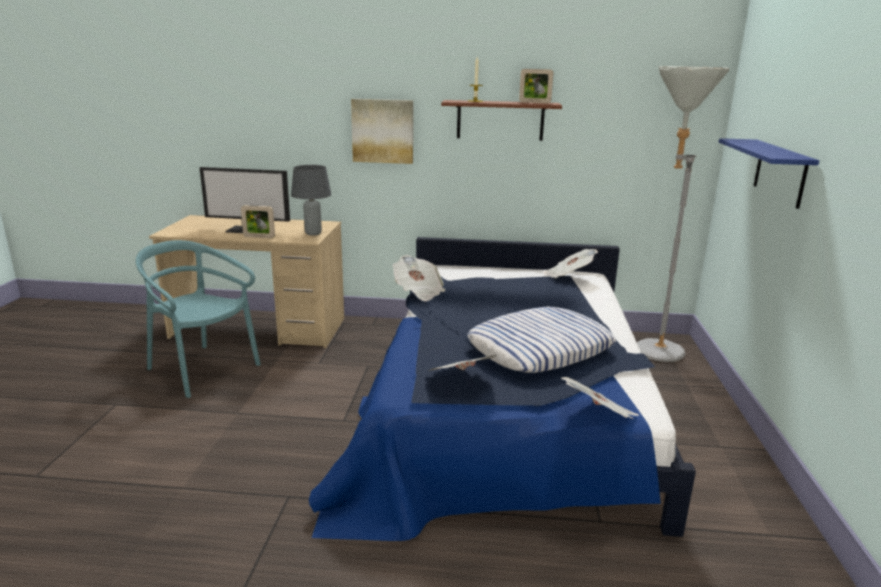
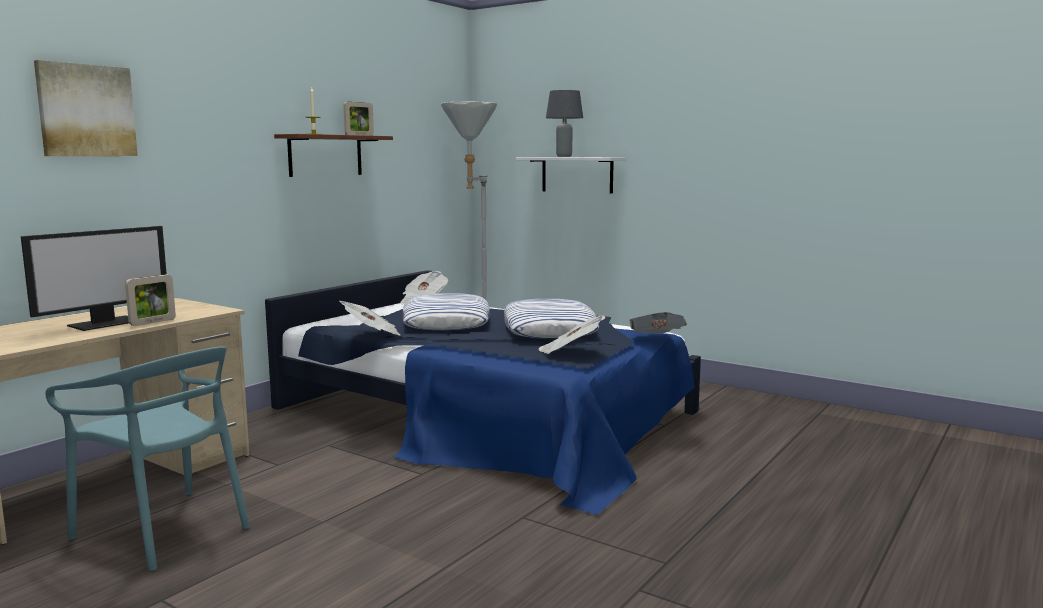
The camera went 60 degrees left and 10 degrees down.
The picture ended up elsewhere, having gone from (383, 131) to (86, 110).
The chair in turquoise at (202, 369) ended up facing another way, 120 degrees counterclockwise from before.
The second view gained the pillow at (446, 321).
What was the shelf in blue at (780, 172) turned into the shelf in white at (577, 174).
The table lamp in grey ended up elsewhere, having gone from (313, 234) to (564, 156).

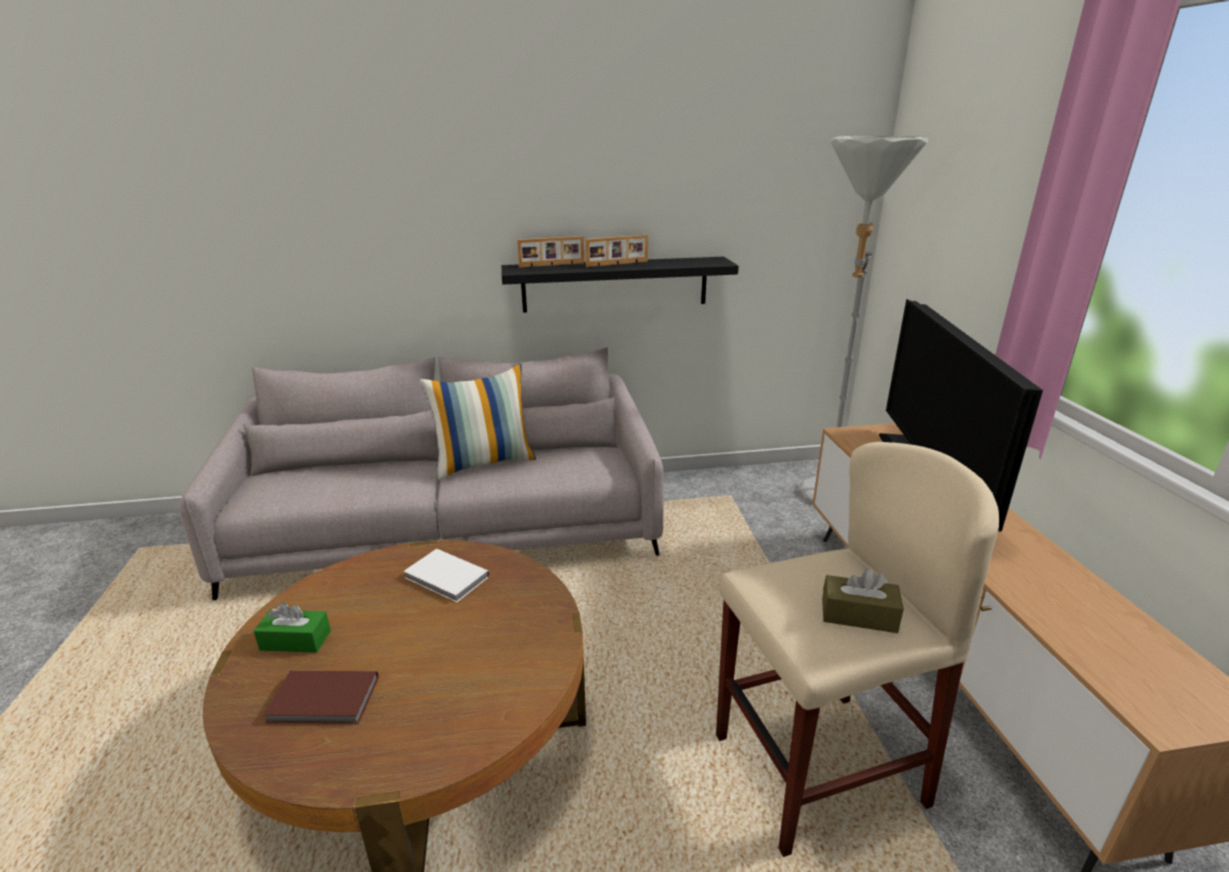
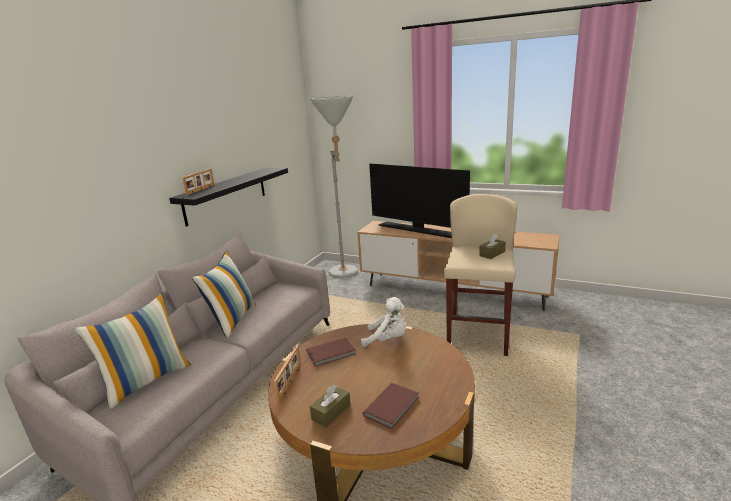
The camera went 55 degrees left and 5 degrees down.
The second view gained the pillow at (147, 380).
The picture frame ended up elsewhere, having gone from (617, 264) to (290, 382).
What was the book in white at (446, 578) turned into the book in brown at (332, 353).
What was the tissue box in green at (295, 640) turned into the tissue box in brown at (331, 412).
The second view gained the plush toy in white at (387, 340).

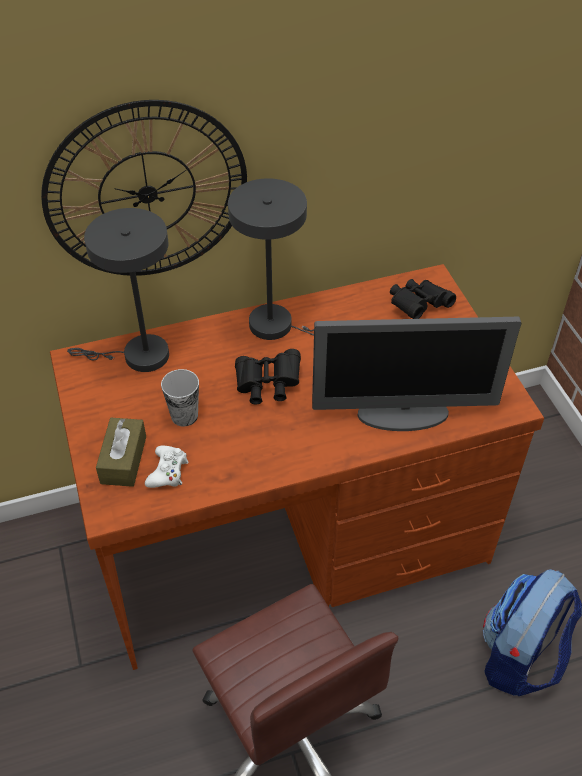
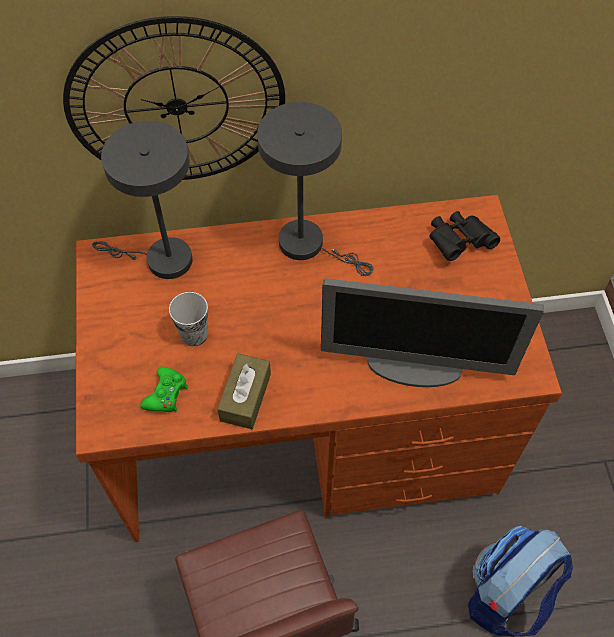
The camera went 10 degrees right and 10 degrees up.
What was the game controller in white at (168, 471) turned into the game controller in green at (166, 394).
The tissue box in brown ended up elsewhere, having gone from (123, 460) to (245, 397).
The second view lost the binoculars in black at (267, 385).

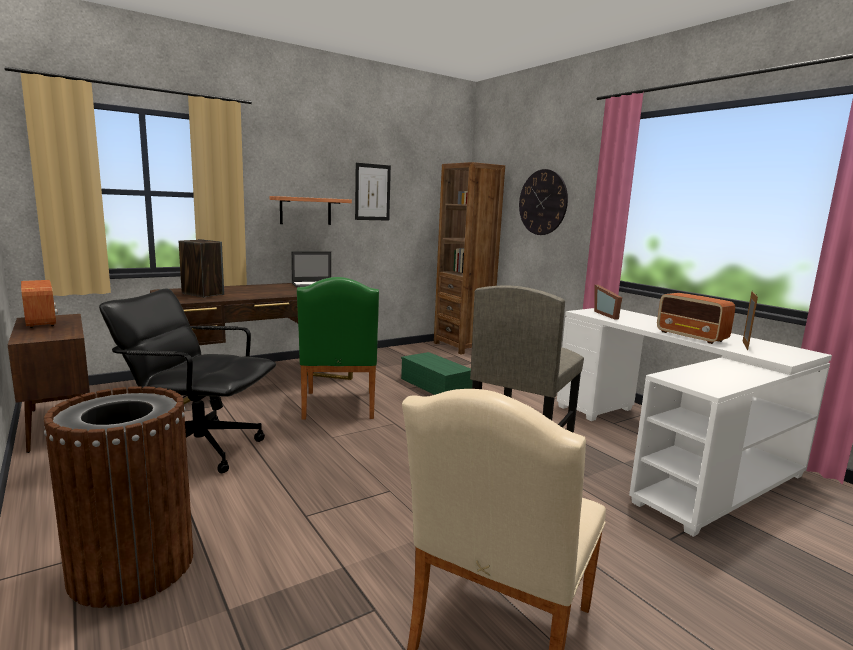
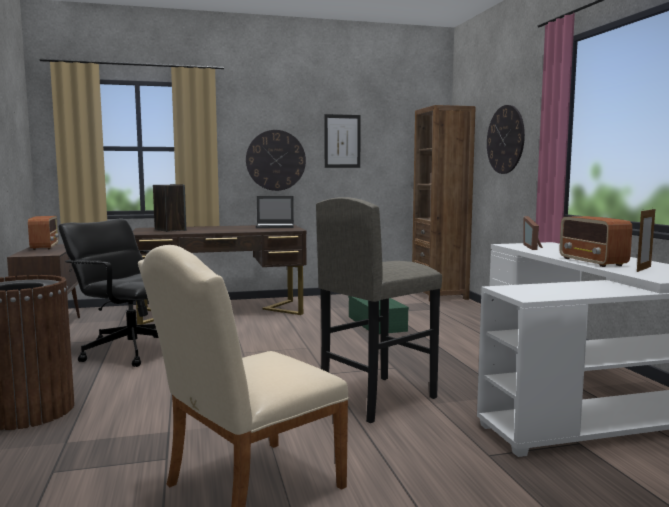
The camera went 20 degrees right and 5 degrees down.
Where the shelf hung at (305, 211), the wall clock came to hang at (275, 160).
The second view lost the chair in green at (338, 407).

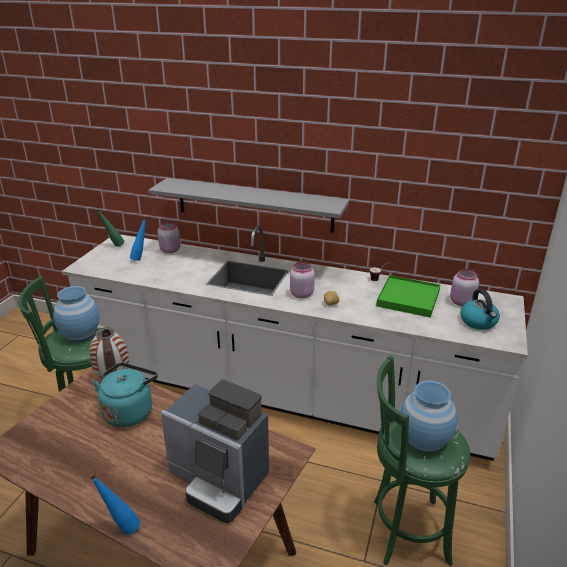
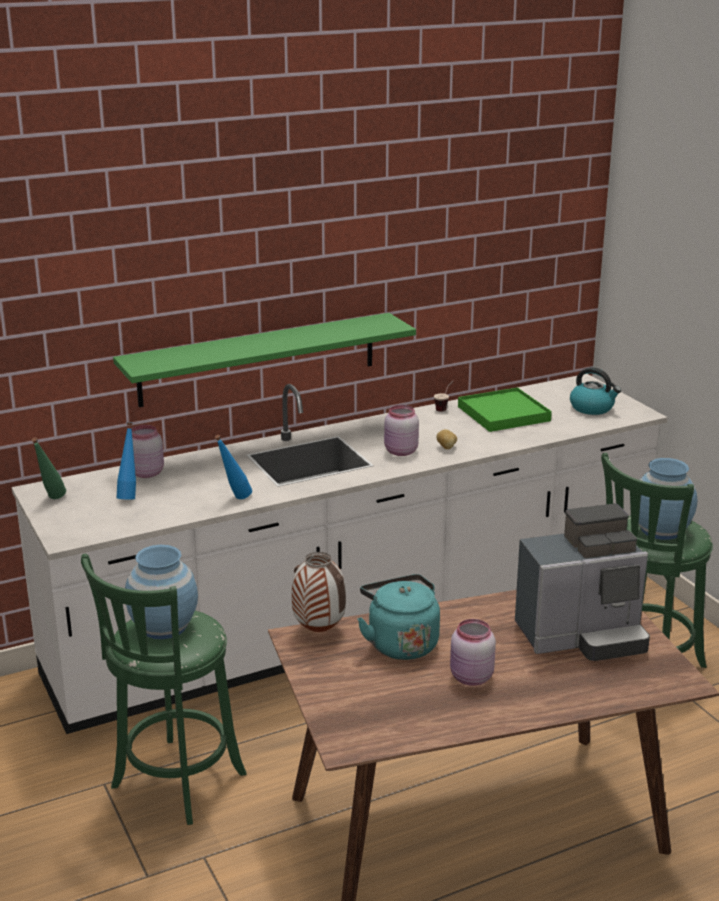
The camera went 45 degrees left and 5 degrees down.
What was the shelf in grey at (254, 204) turned into the shelf in green at (258, 359).
The bottle in blue ended up elsewhere, having gone from (121, 528) to (234, 499).
The jar in pink ended up elsewhere, having gone from (461, 302) to (470, 678).

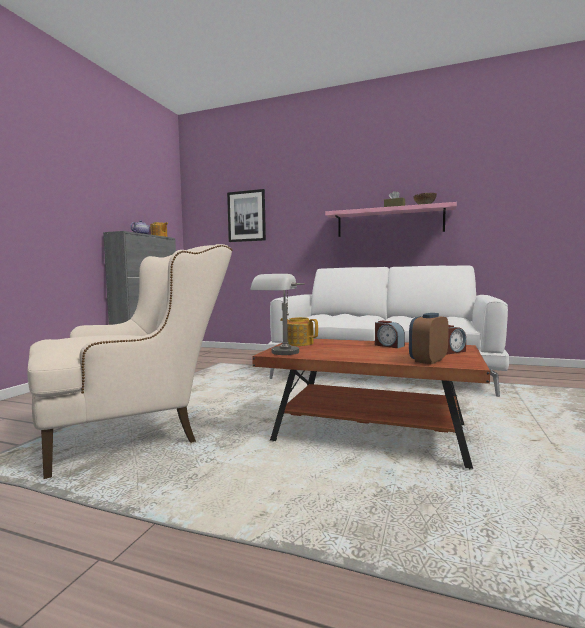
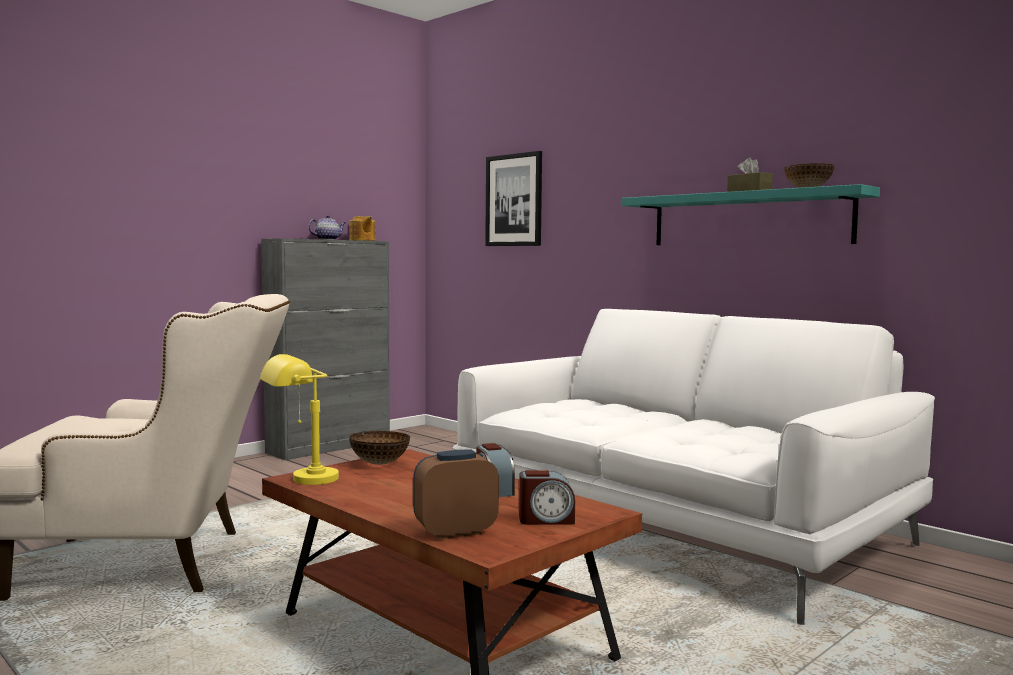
The camera went 25 degrees right and 0 degrees up.
What was the table lamp in grey at (280, 354) turned into the table lamp in yellow at (300, 481).
Where the teapot stood at (299, 343), the bowl came to stand at (380, 463).
What was the shelf in pink at (389, 222) turned into the shelf in turquoise at (748, 219).

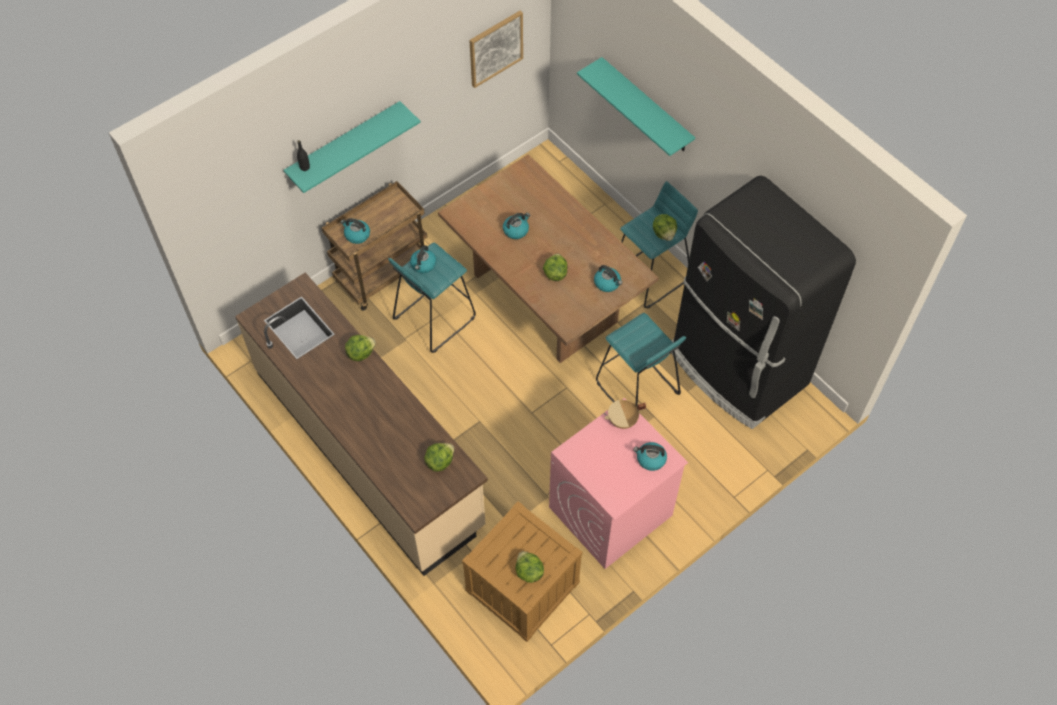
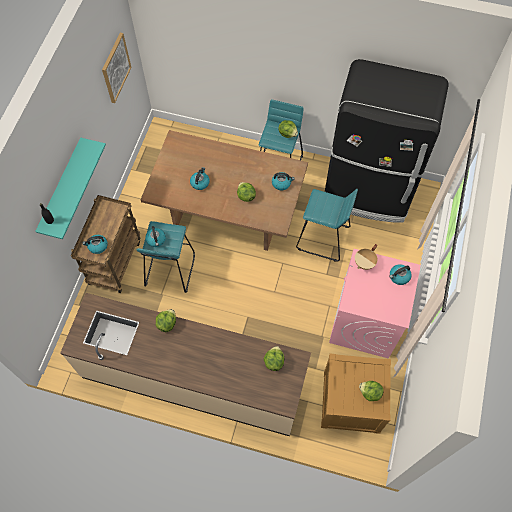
The camera went 35 degrees left and 5 degrees up.
The second view lost the shelf in turquoise at (646, 106).

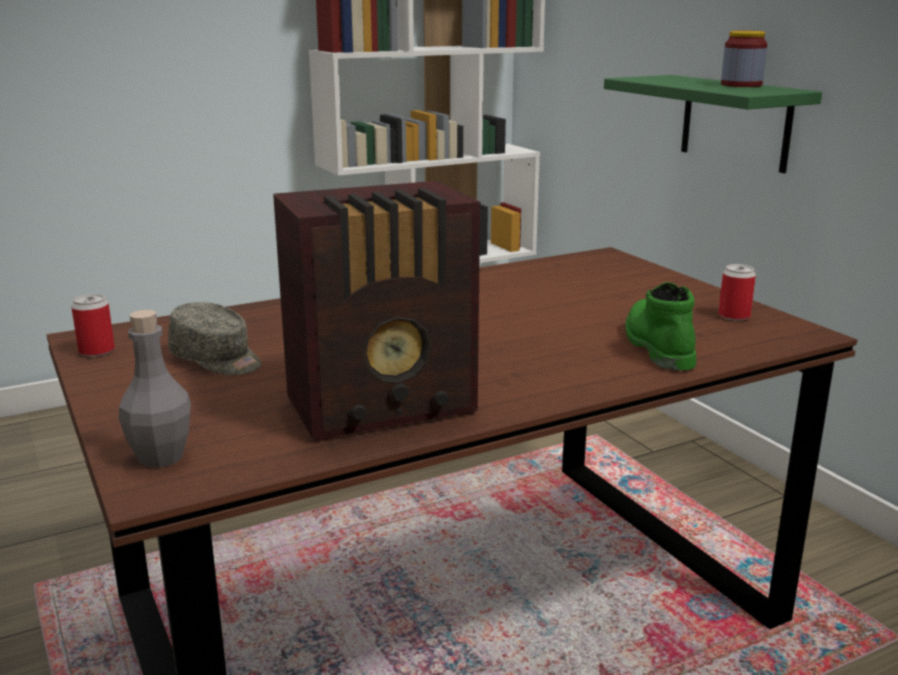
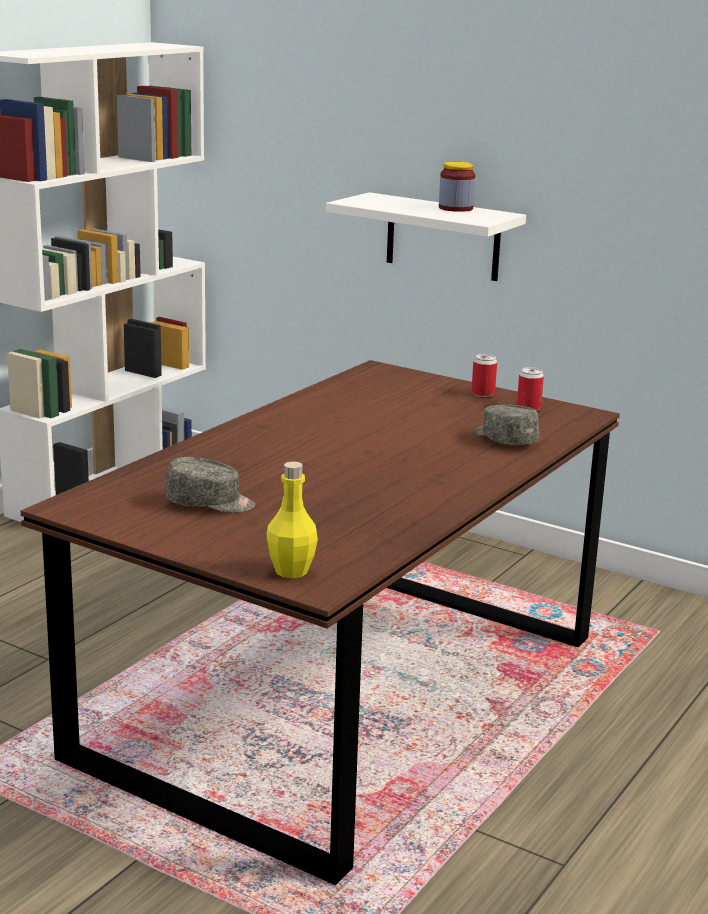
The camera went 30 degrees left and 0 degrees up.
What was the bottle in grey at (161, 457) turned into the bottle in yellow at (291, 571).
What was the shelf in green at (735, 122) turned into the shelf in white at (443, 237).
The can ended up elsewhere, having gone from (97, 351) to (483, 393).
Where the boot in green stood at (656, 346), the cap in grey came to stand at (504, 439).
The second view lost the radio at (386, 407).

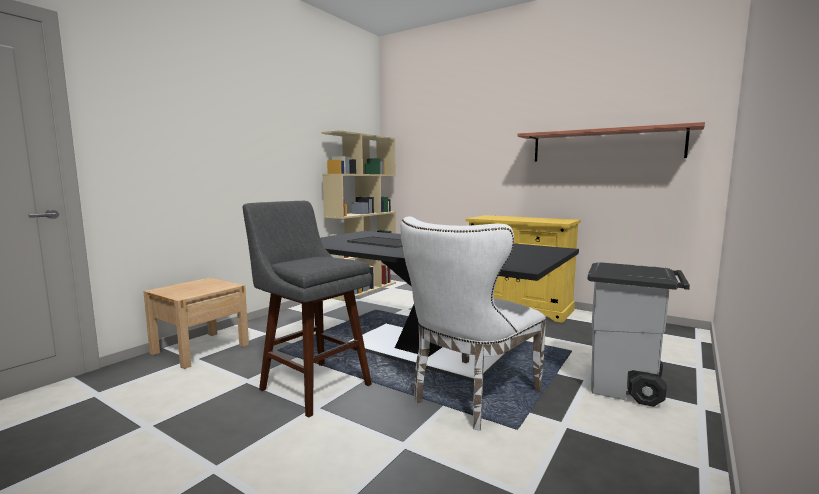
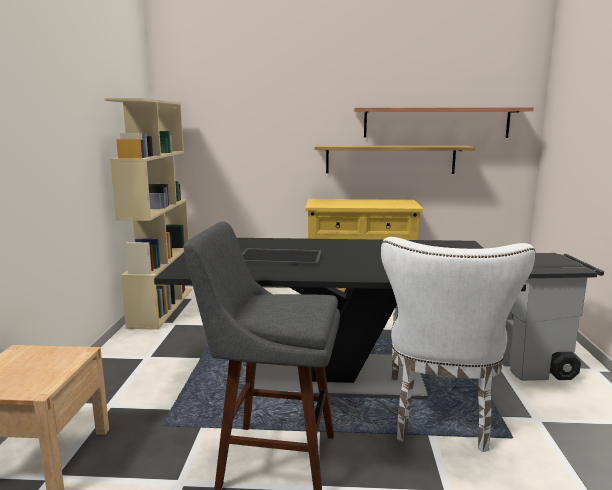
The camera went 30 degrees left and 5 degrees up.
The second view gained the shelf at (390, 159).

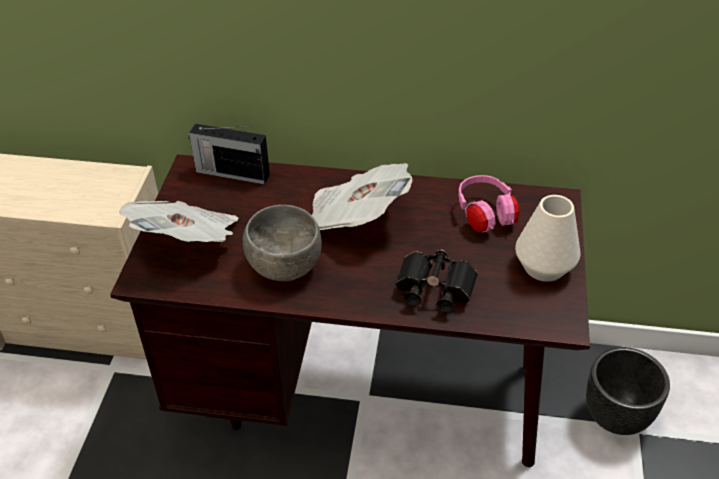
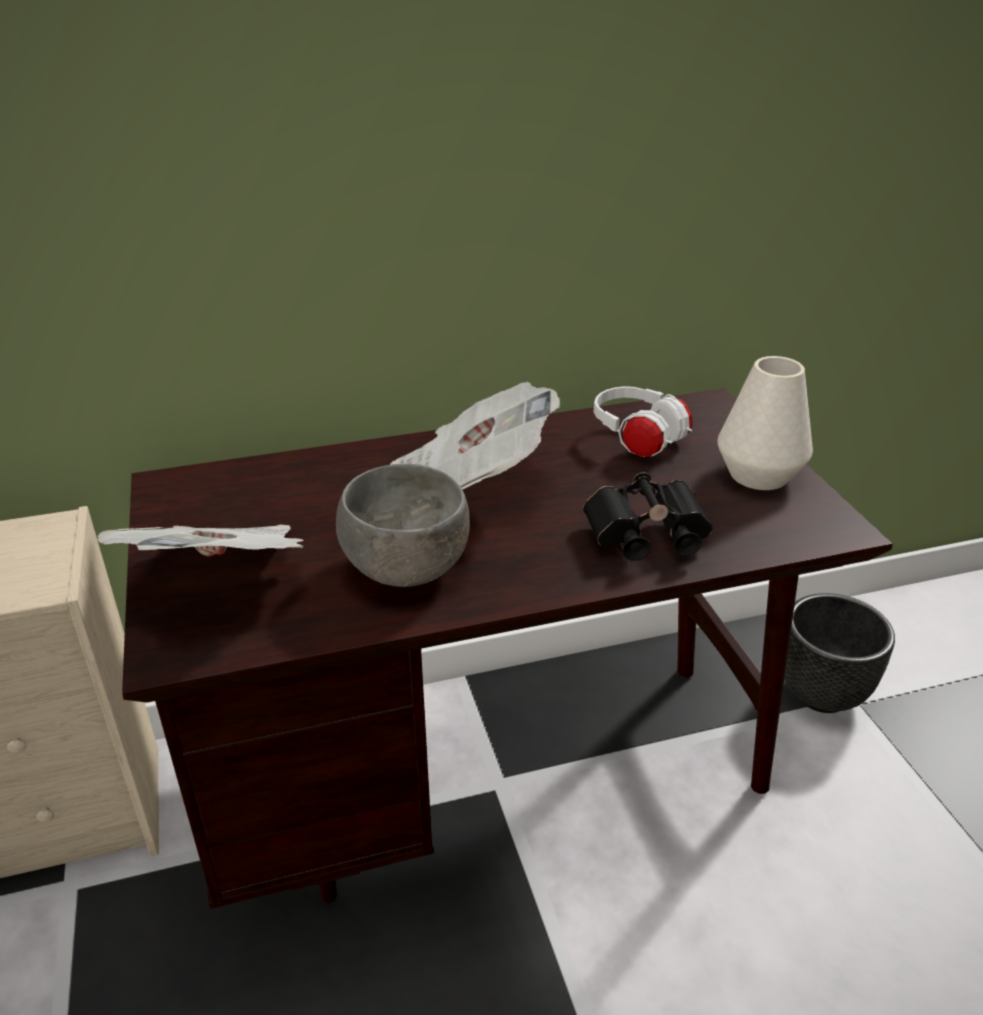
The camera went 25 degrees left and 10 degrees down.
What was the headphones in pink at (485, 216) turned into the headphones in white at (638, 440).
The second view lost the radio at (231, 173).

